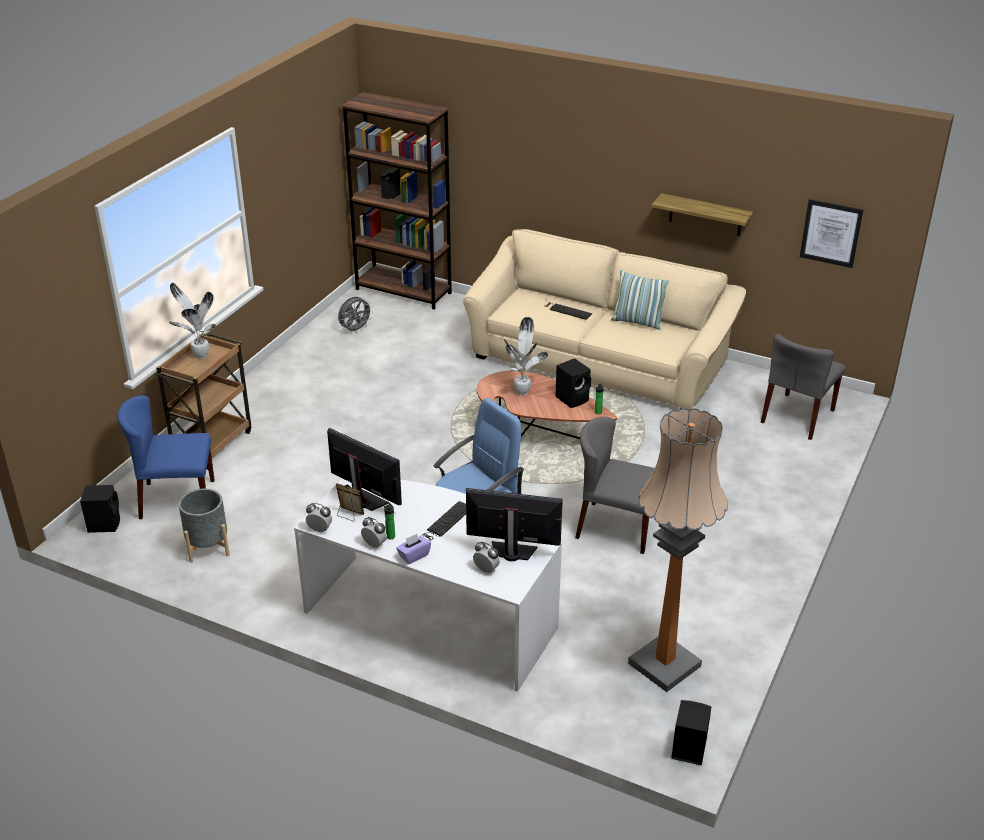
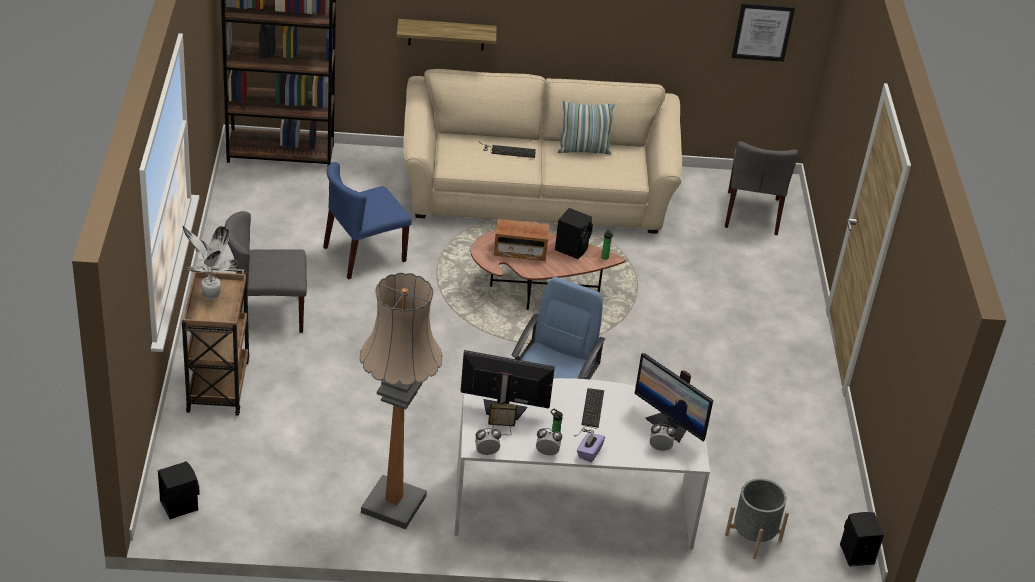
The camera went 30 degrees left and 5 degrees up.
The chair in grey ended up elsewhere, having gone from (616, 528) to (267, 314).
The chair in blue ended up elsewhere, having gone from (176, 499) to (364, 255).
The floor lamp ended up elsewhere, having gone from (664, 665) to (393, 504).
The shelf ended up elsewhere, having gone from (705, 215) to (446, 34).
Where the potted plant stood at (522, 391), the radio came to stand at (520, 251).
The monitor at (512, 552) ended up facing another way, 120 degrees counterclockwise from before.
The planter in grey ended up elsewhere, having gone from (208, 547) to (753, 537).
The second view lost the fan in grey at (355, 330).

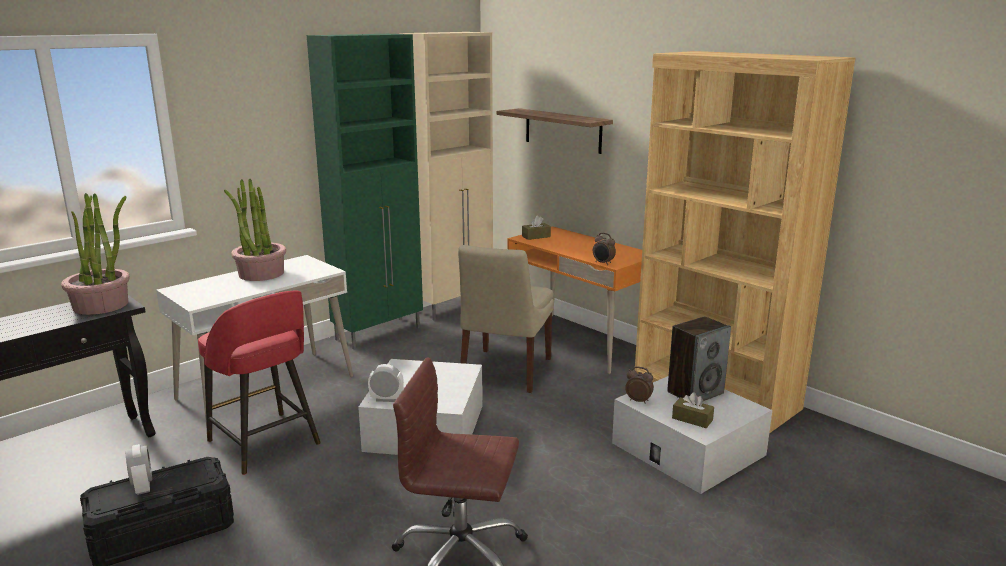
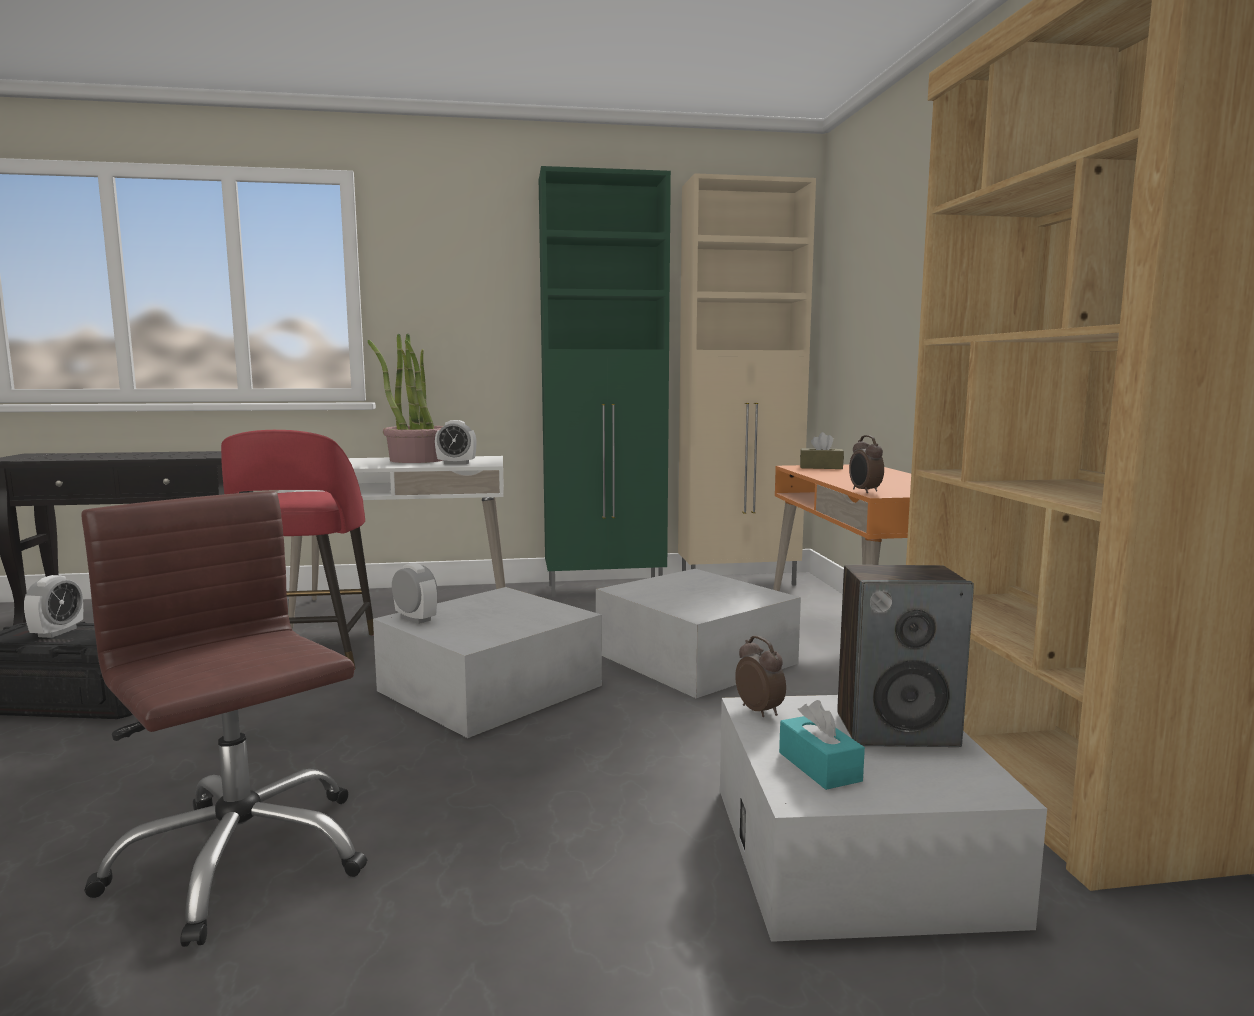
The camera went 35 degrees right and 10 degrees down.
The second view gained the alarm clock at (456, 463).
Where the chair in beige stood at (505, 372), the storage box in white came to stand at (695, 658).
What was the tissue box in brown at (692, 419) turned into the tissue box in turquoise at (819, 766).
The second view lost the potted plant at (101, 305).
The second view lost the shelf at (562, 130).

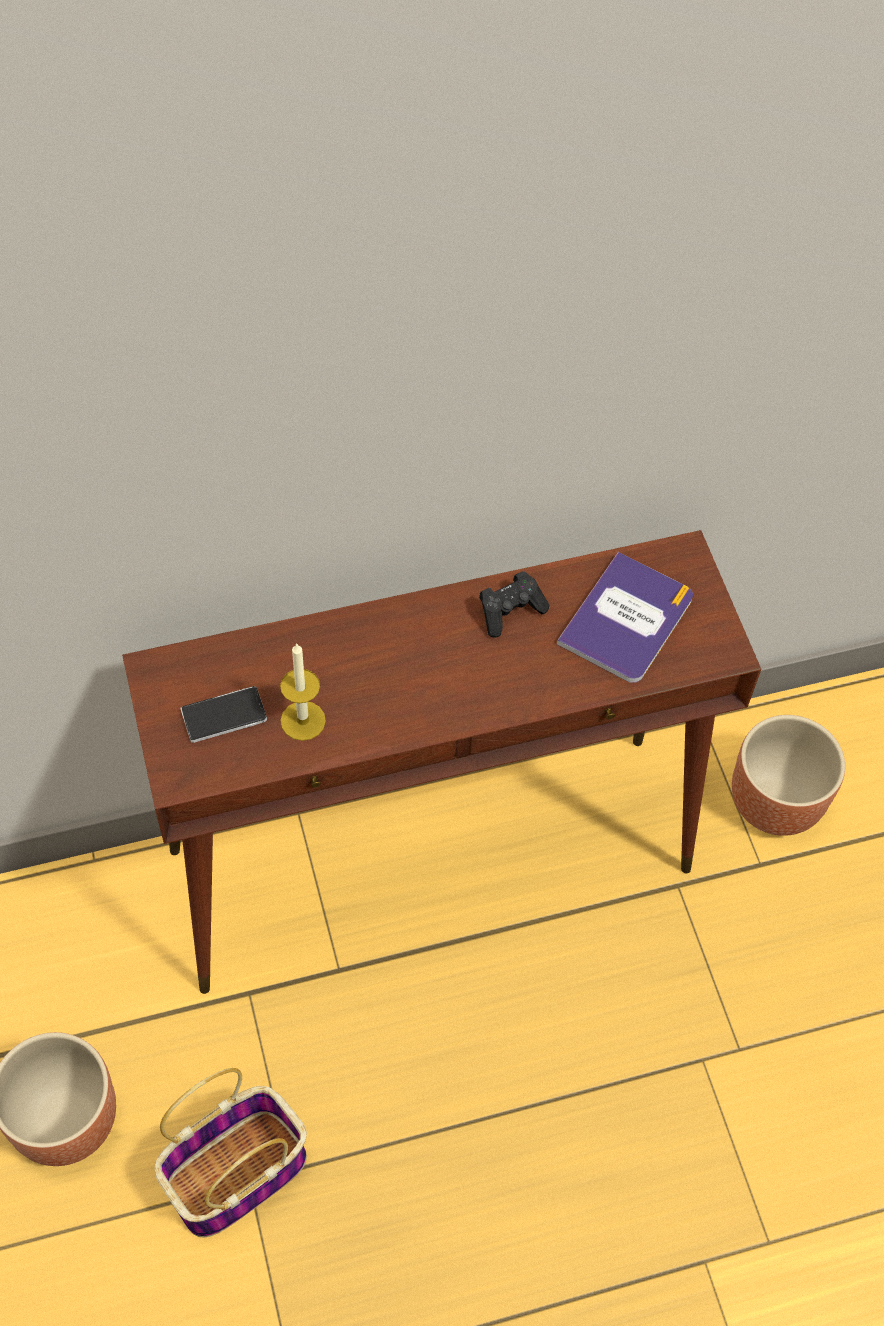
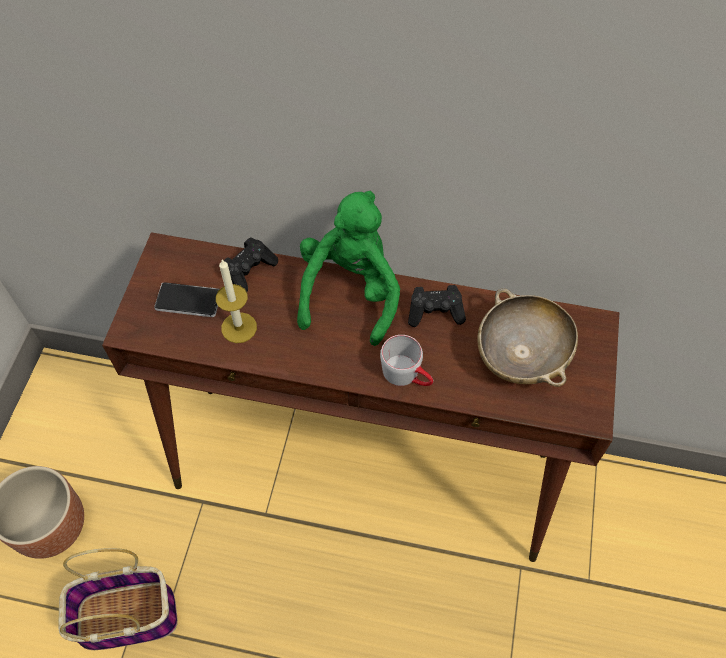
The camera went 30 degrees right and 0 degrees up.
The second view gained the game controller in black at (249, 271).
The second view gained the plush toy in green at (350, 292).
The second view gained the mug in grey at (407, 375).
Where the book stood at (626, 620), the bowl in beige came to stand at (521, 355).
The second view lost the planter in brown at (776, 802).

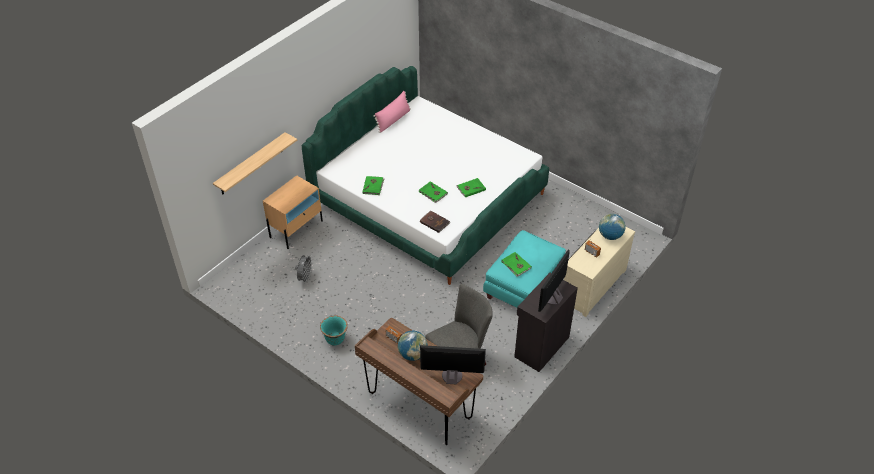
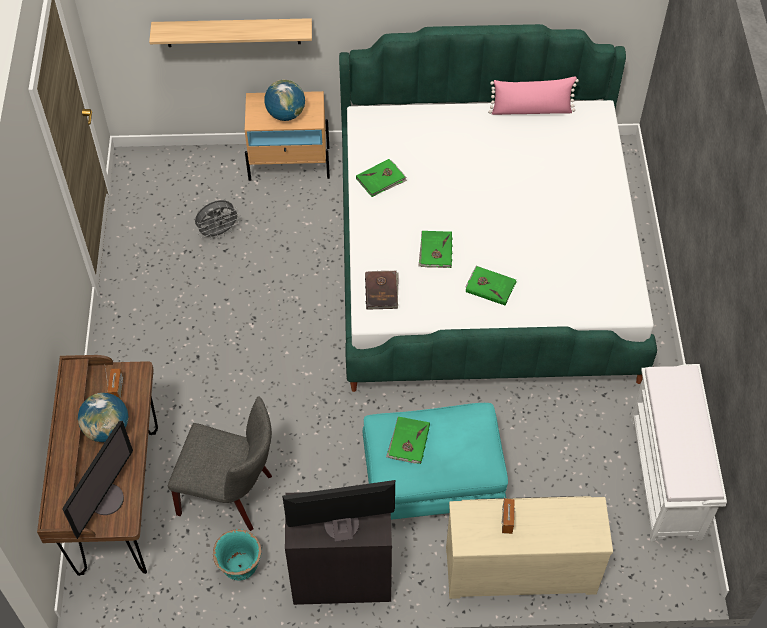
The camera went 50 degrees right and 10 degrees up.
The monitor at (451, 376) ended up facing another way, 60 degrees clockwise from before.
The planter in turquoise ended up elsewhere, having gone from (335, 339) to (240, 567).
The globe ended up elsewhere, having gone from (610, 236) to (286, 114).
The second view gained the bench in white at (666, 477).

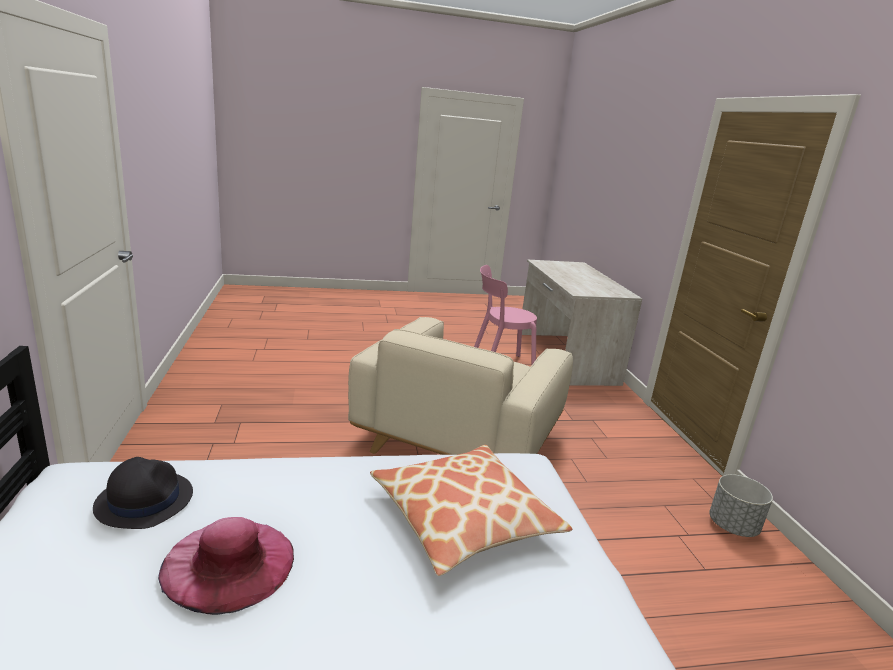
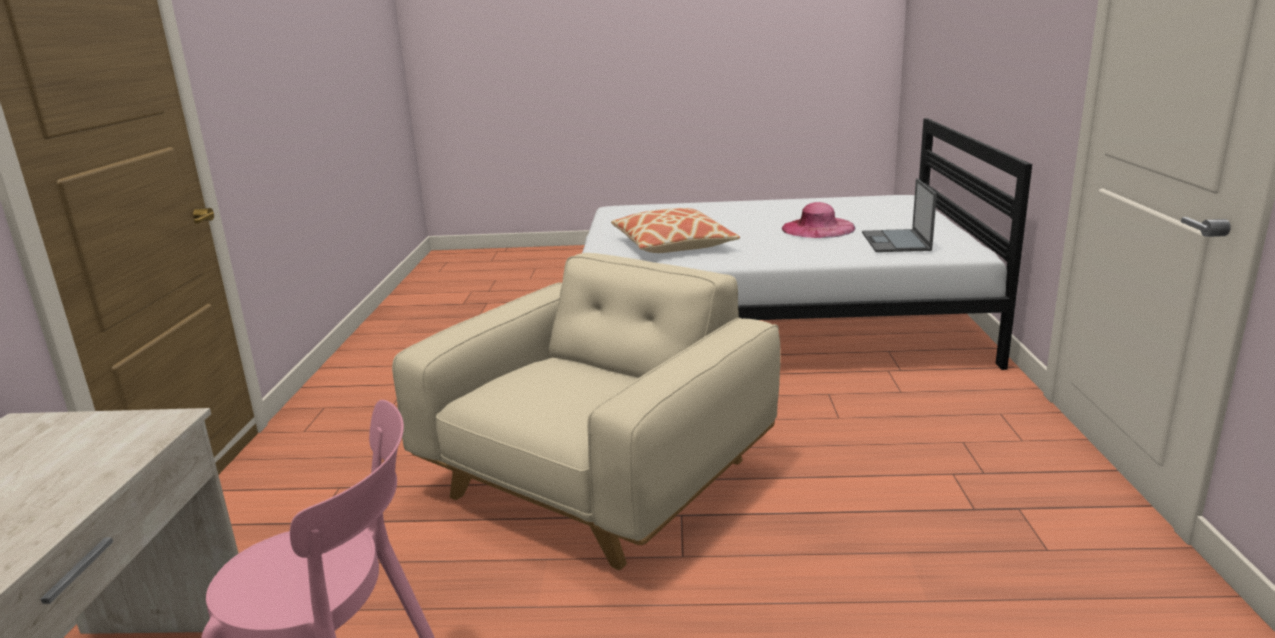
The camera went 165 degrees left and 0 degrees up.
Where the hat in black stood at (144, 500), the laptop came to stand at (896, 242).
The second view lost the planter in grey at (733, 526).

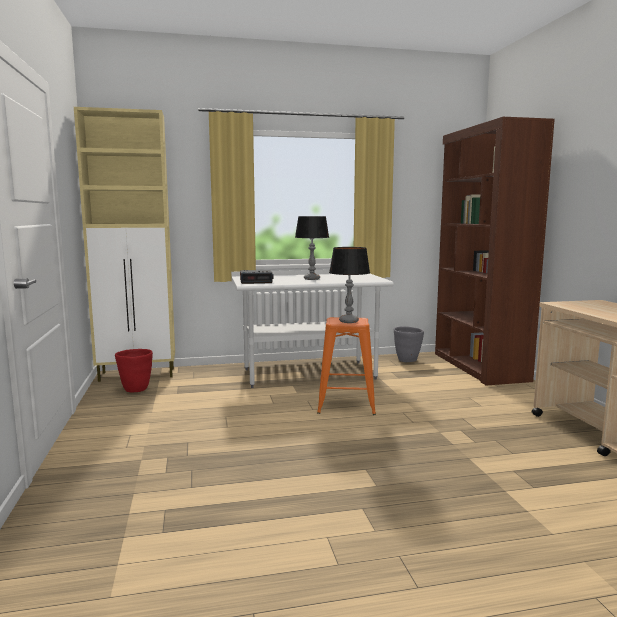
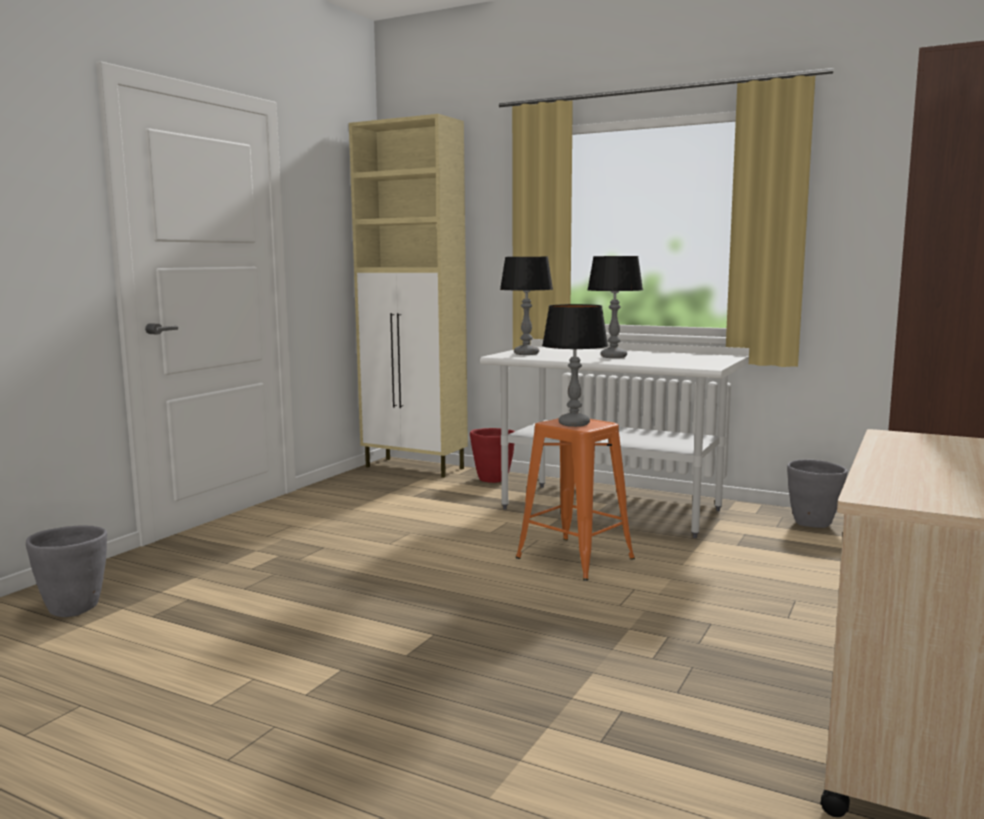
The camera went 40 degrees right and 0 degrees up.
The second view gained the planter in grey at (74, 609).
The planter in red ended up elsewhere, having gone from (136, 389) to (493, 479).
Where the alarm clock stood at (256, 281), the table lamp came to stand at (526, 354).

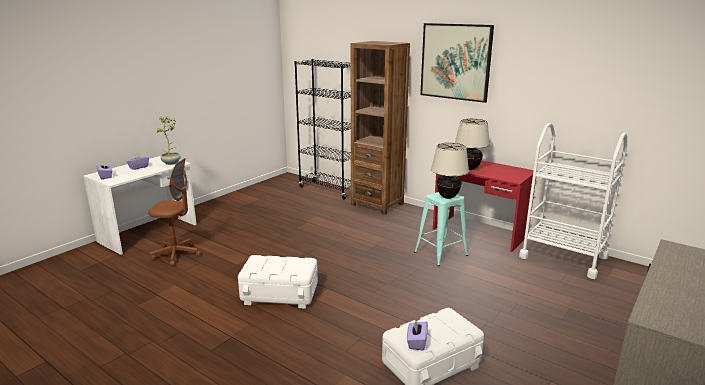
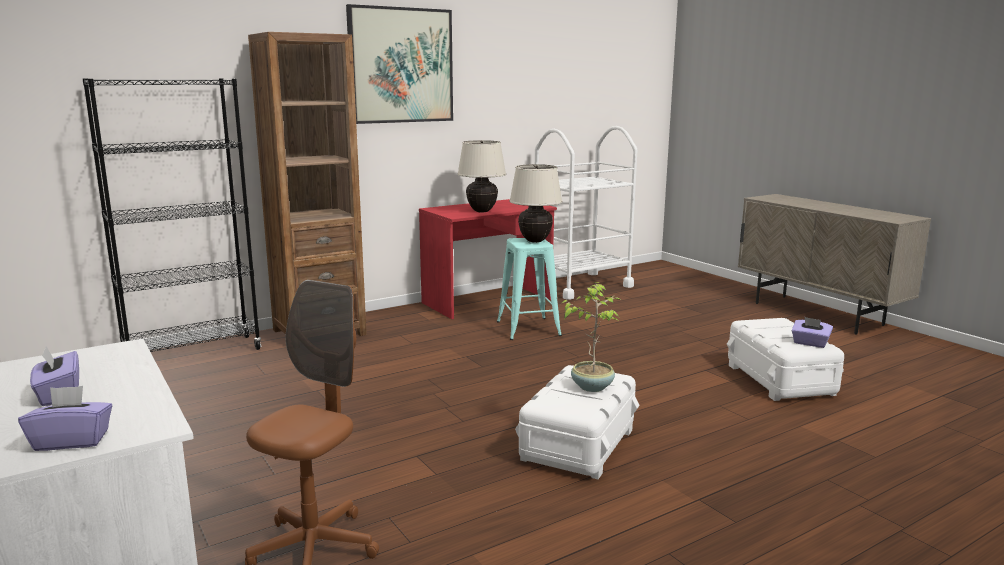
The camera went 70 degrees left and 5 degrees down.
The potted plant ended up elsewhere, having gone from (172, 163) to (592, 386).

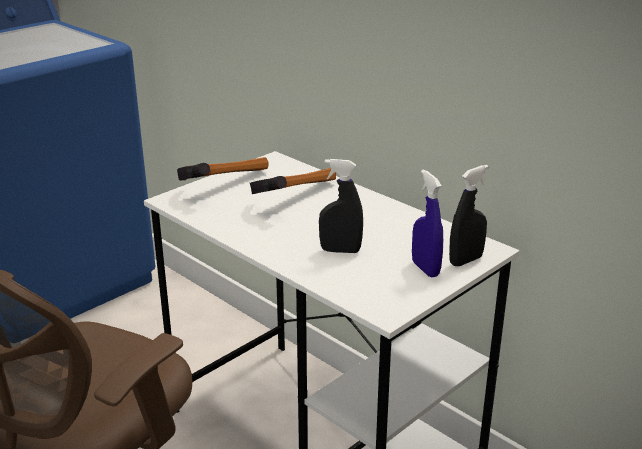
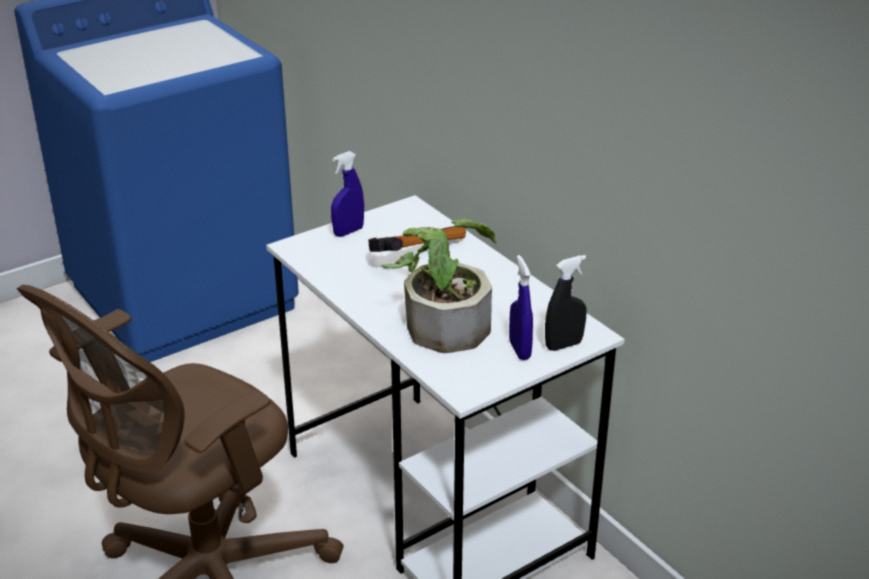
The camera went 10 degrees right and 5 degrees up.
Where the hammer stood at (222, 184), the spray bottle in blue came to stand at (348, 232).
Where the spray bottle in black stood at (340, 250), the potted plant came to stand at (443, 321).

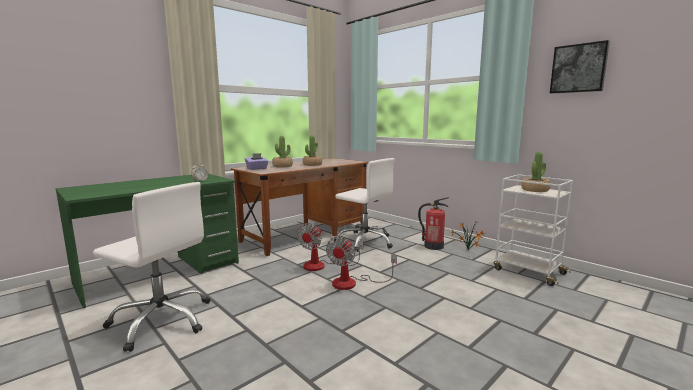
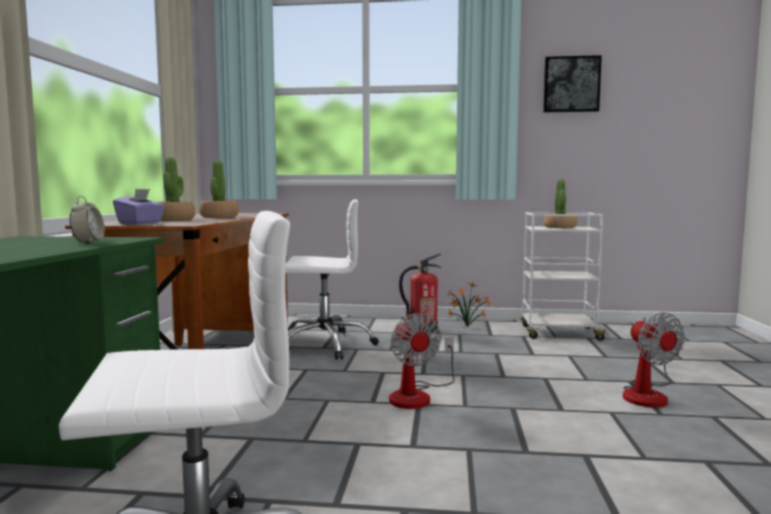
The camera went 40 degrees left and 5 degrees down.
The fan ended up elsewhere, having gone from (322, 265) to (648, 394).

